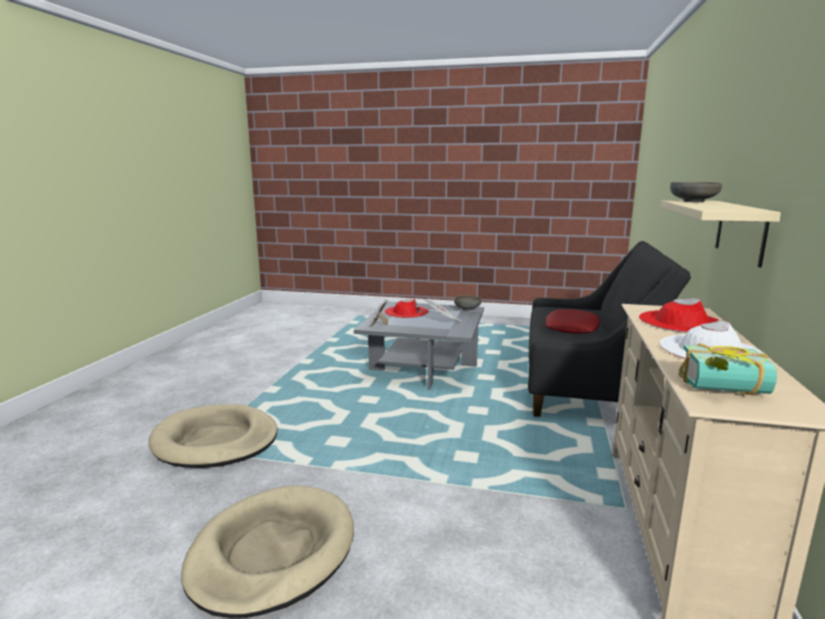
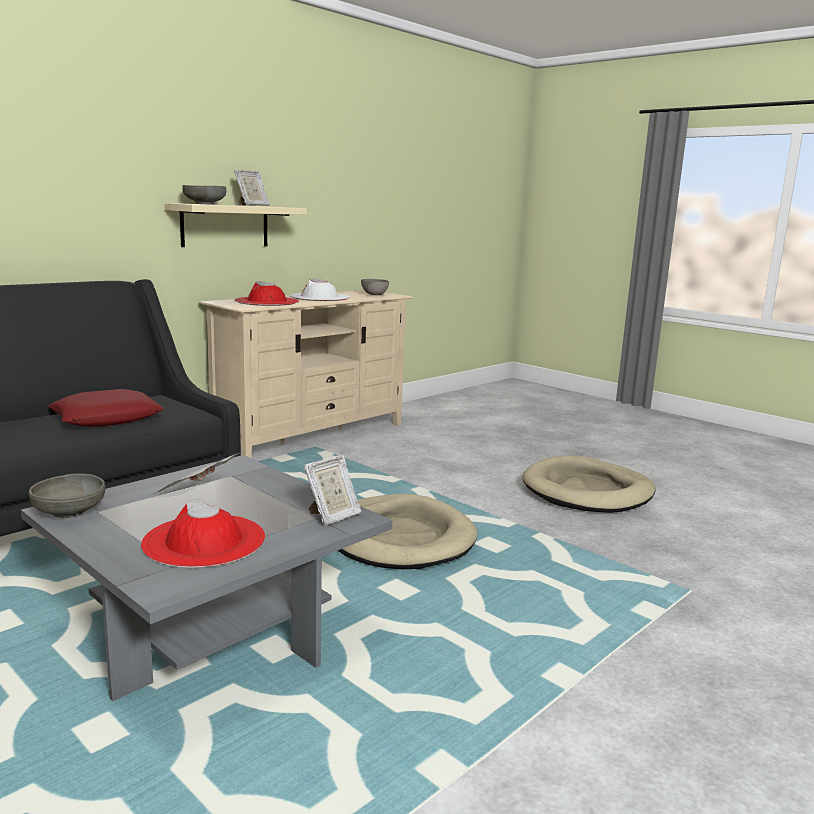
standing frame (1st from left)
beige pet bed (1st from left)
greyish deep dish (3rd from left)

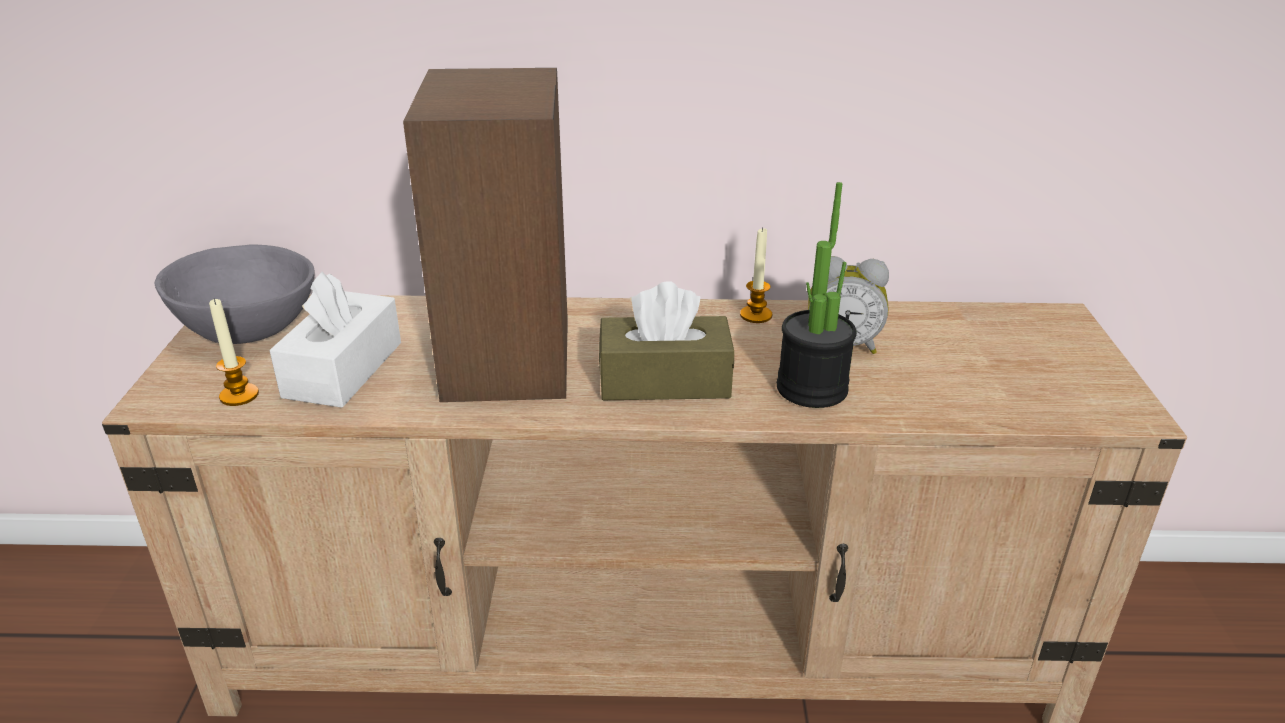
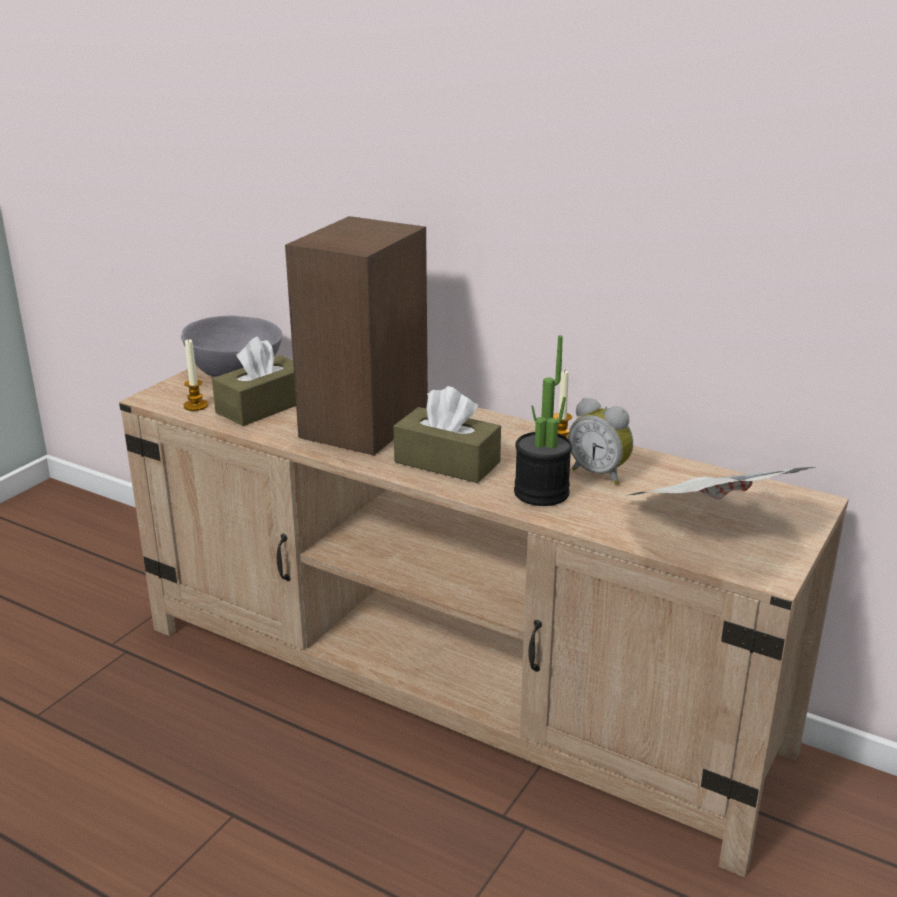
brown-coloured tissue holder (1st from left)
daily paper

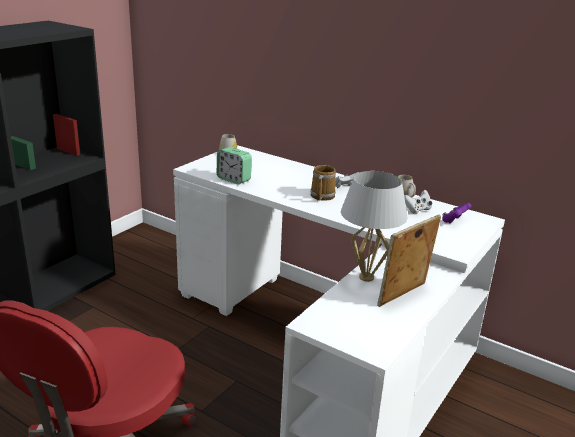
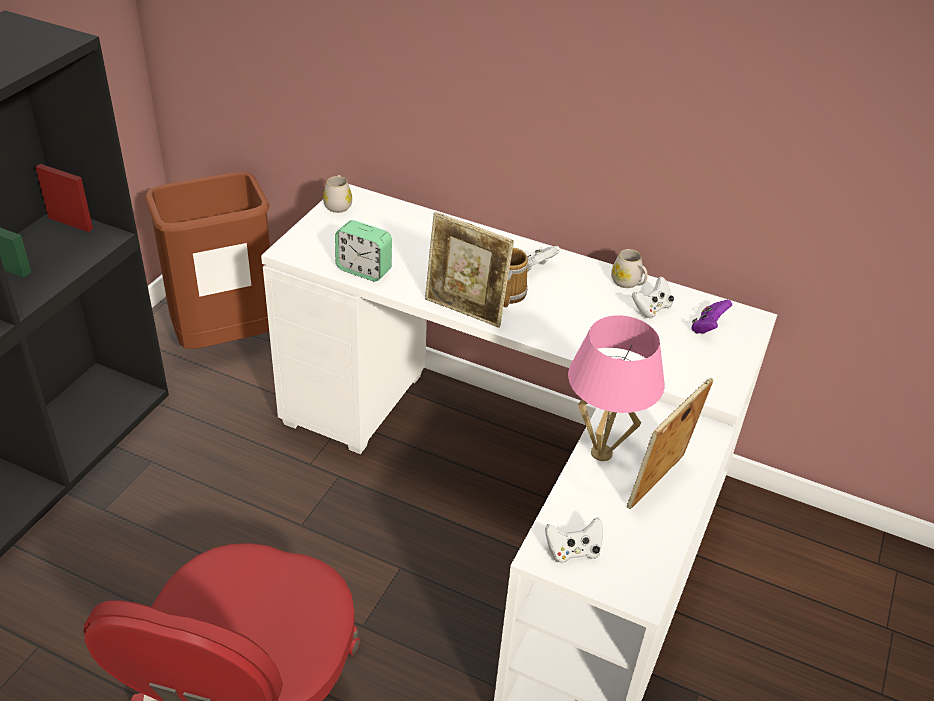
brown-coloured trash can
standing frame (1st from left)
white-coloured joypad (2nd from left)
pink-coloured tabletop lamp

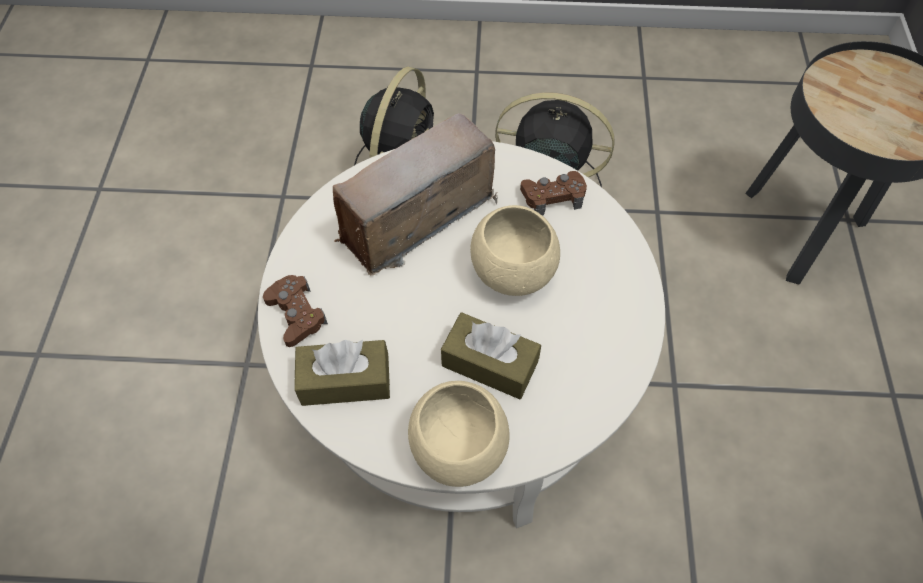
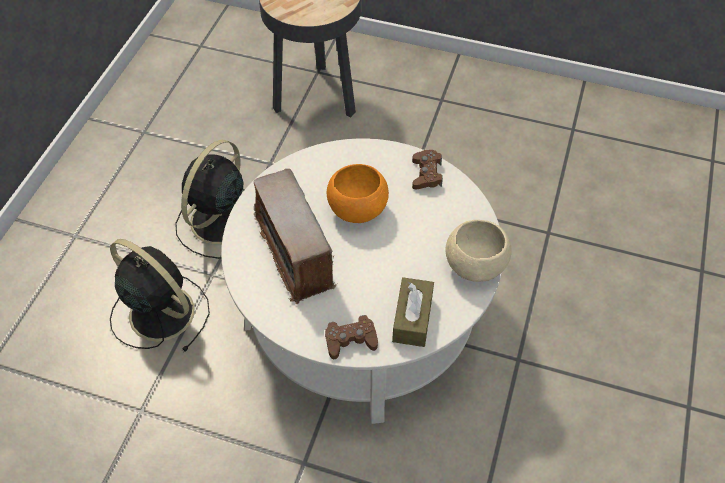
orange-coloured deep dish
brown-coloured joypad (2nd from left)
brown-coloured tissue holder (2nd from left in the first image)

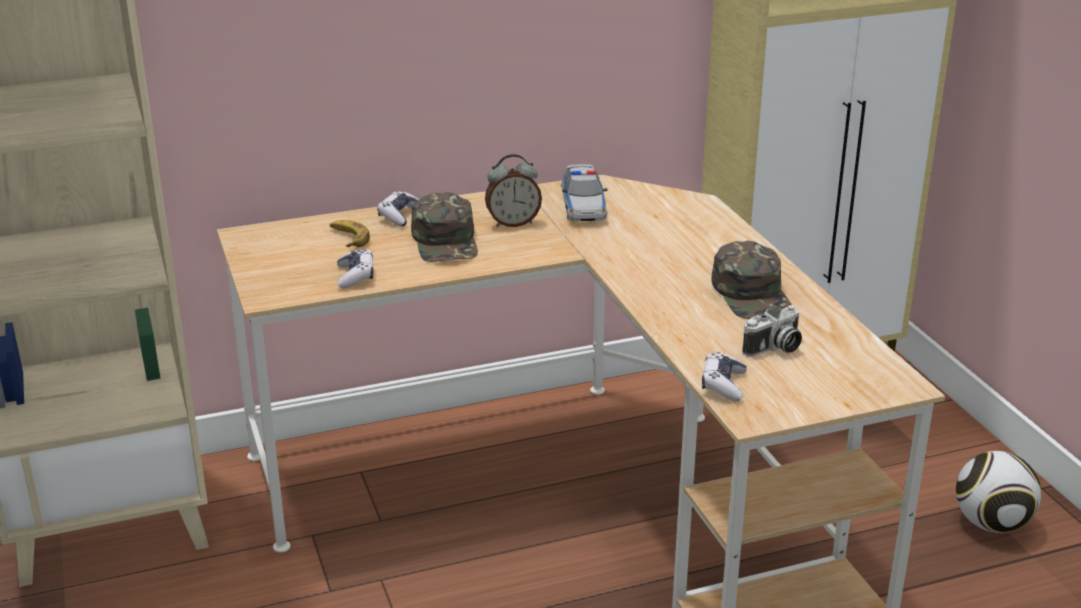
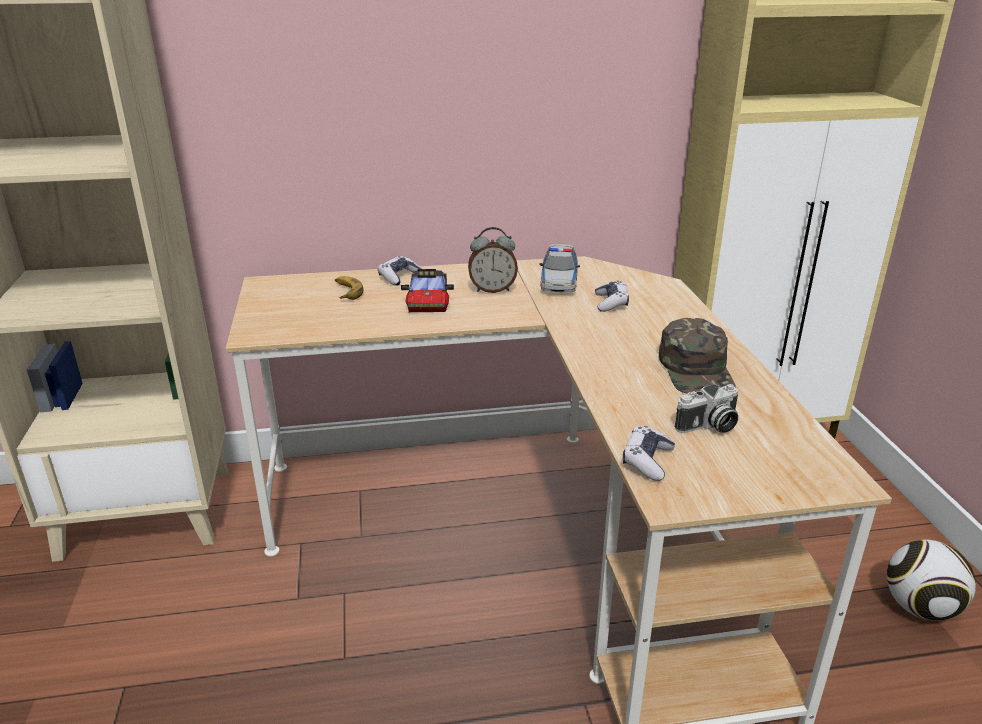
model car (1st from left)
joypad (2nd from left)

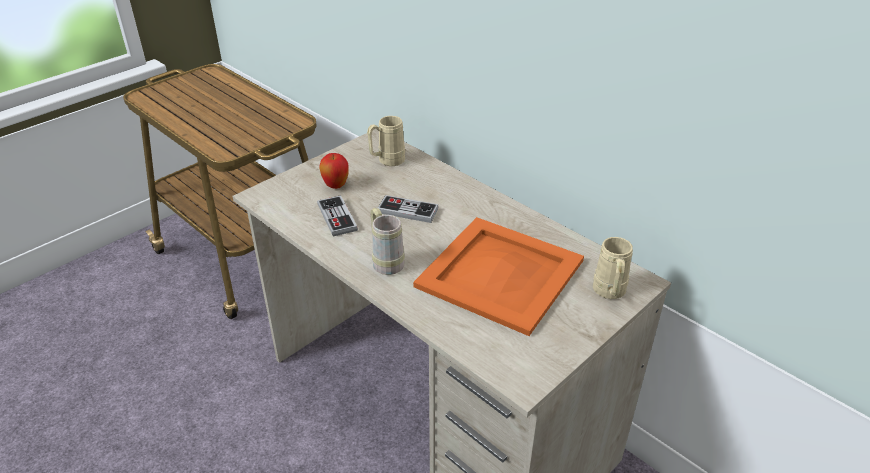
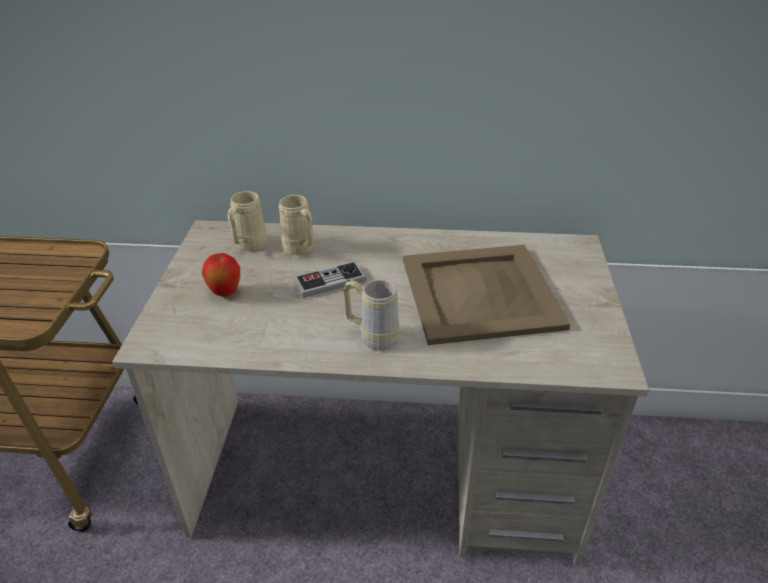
beige mug (2nd from left)
beige serving tray
joypad (1st from left in the first image)

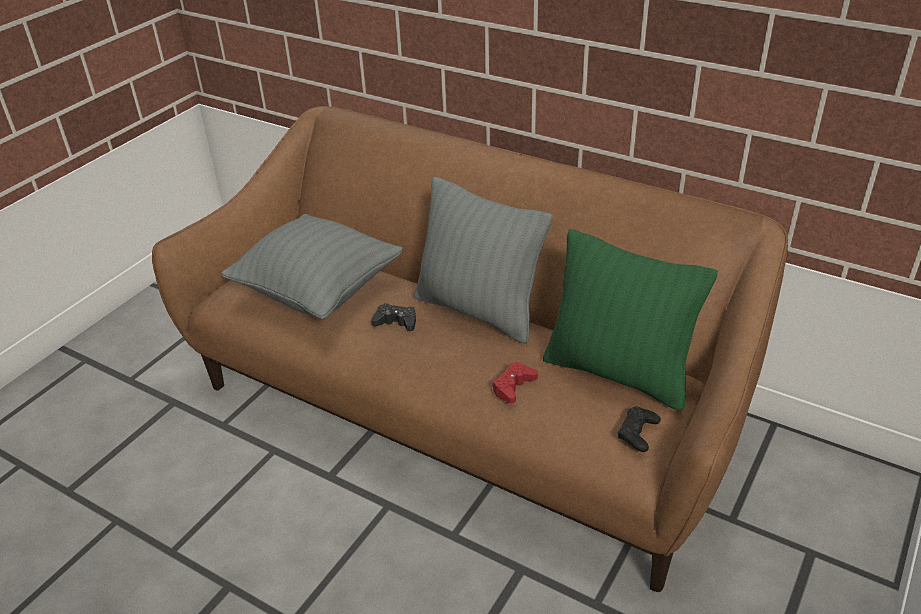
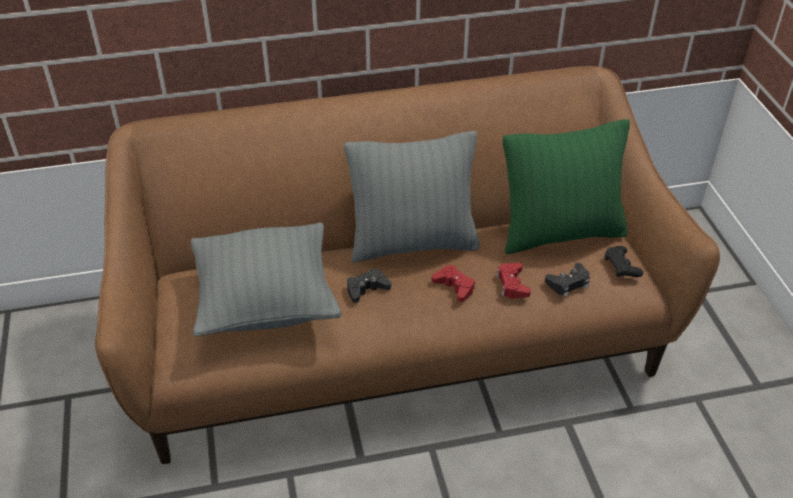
red-coloured joypad (1st from left)
black joypad (2nd from left)

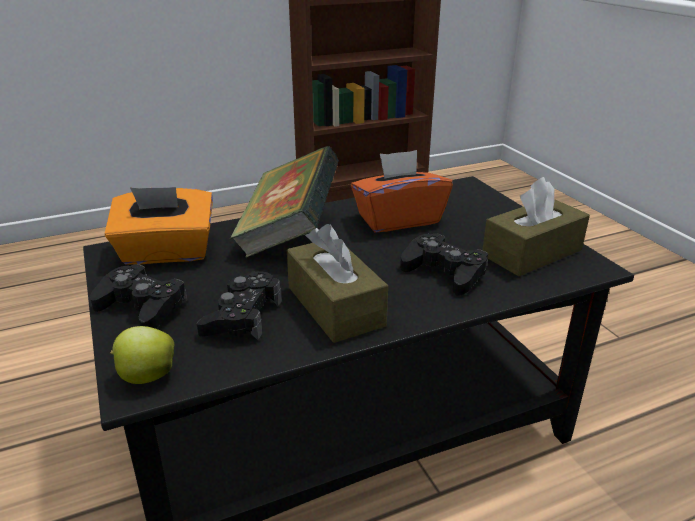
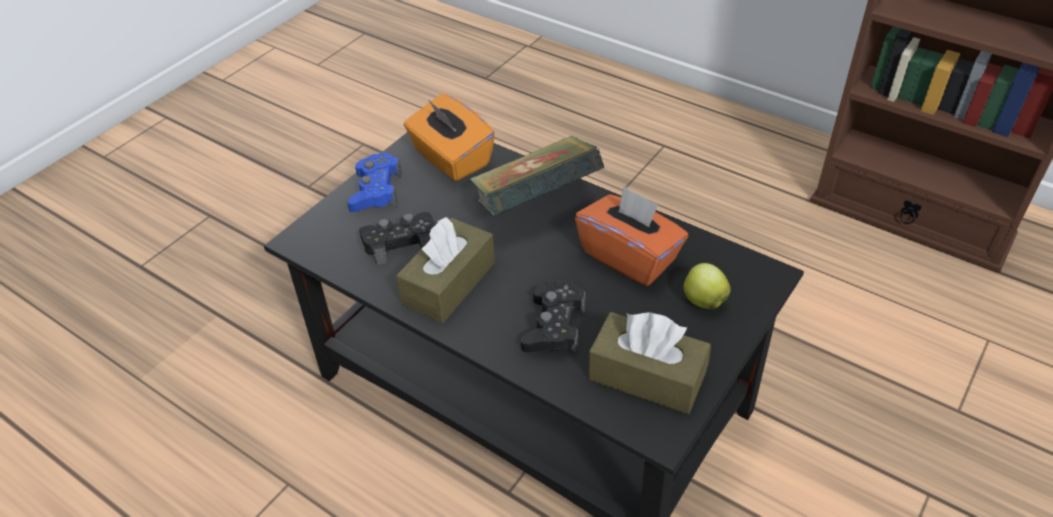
blue joypad
apple fruit

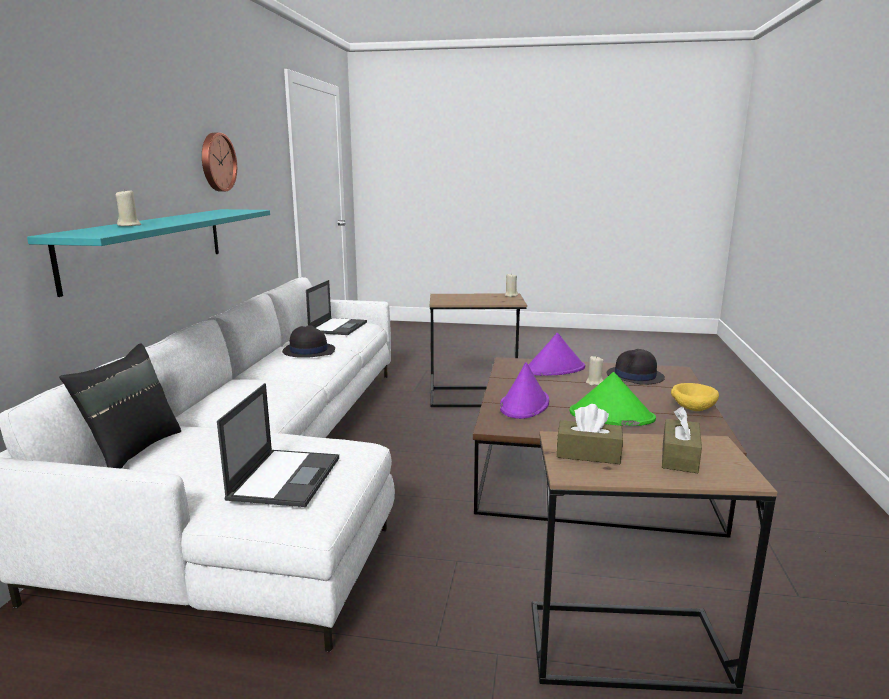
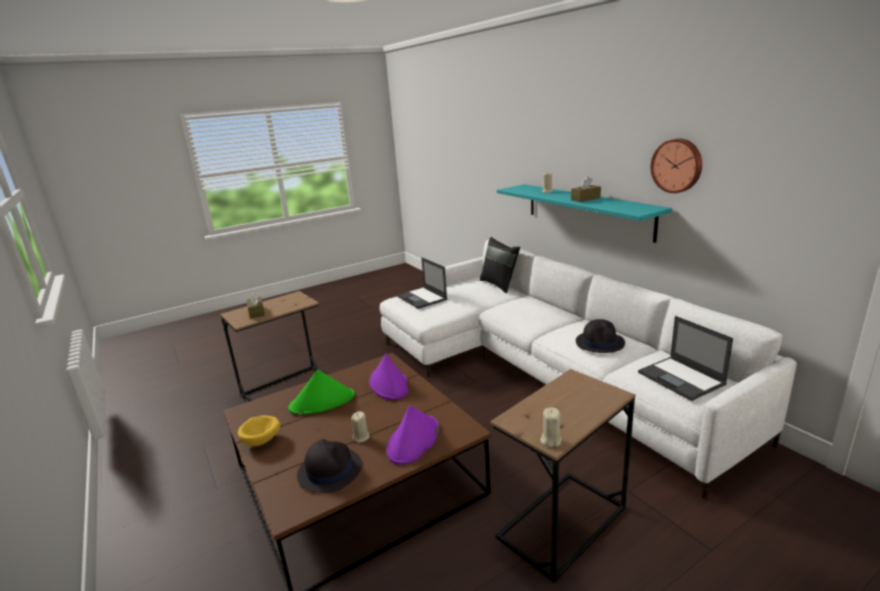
brown-coloured tissue holder (2nd from left)

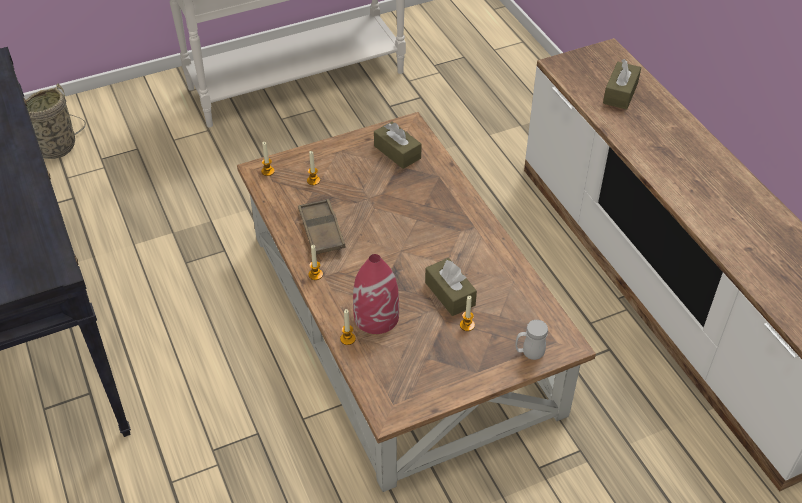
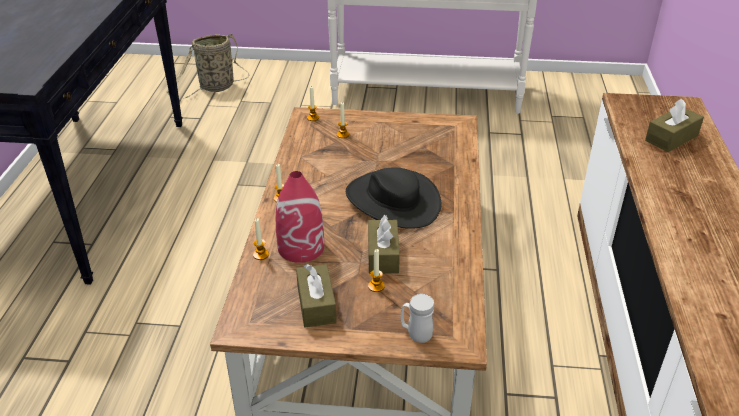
brown-coloured tissue holder (1st from left)
black clothing hat
brown-coloured serving tray

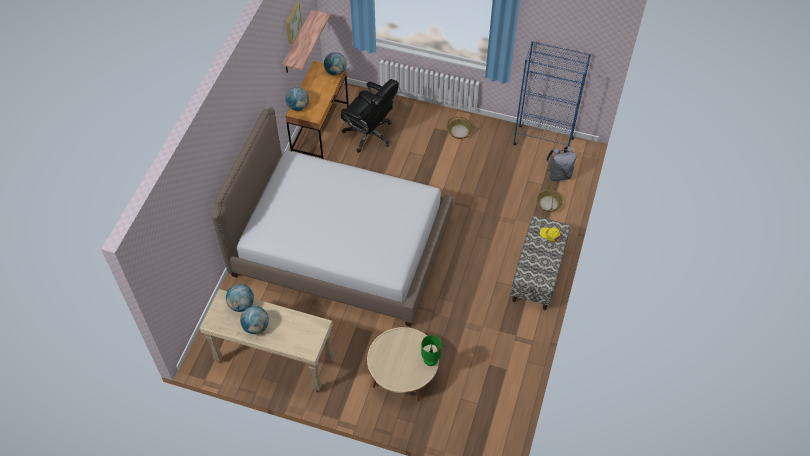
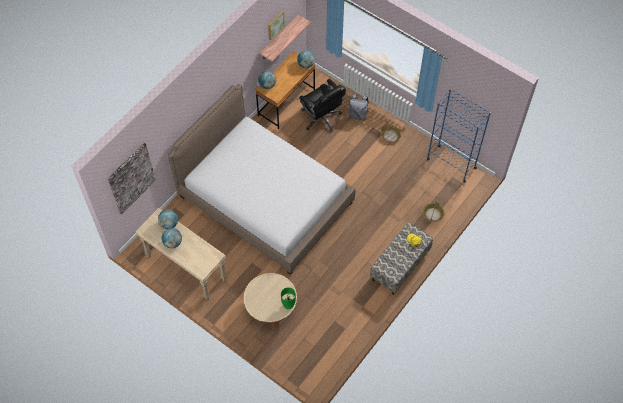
picture (1st from left)
greyish backpack

